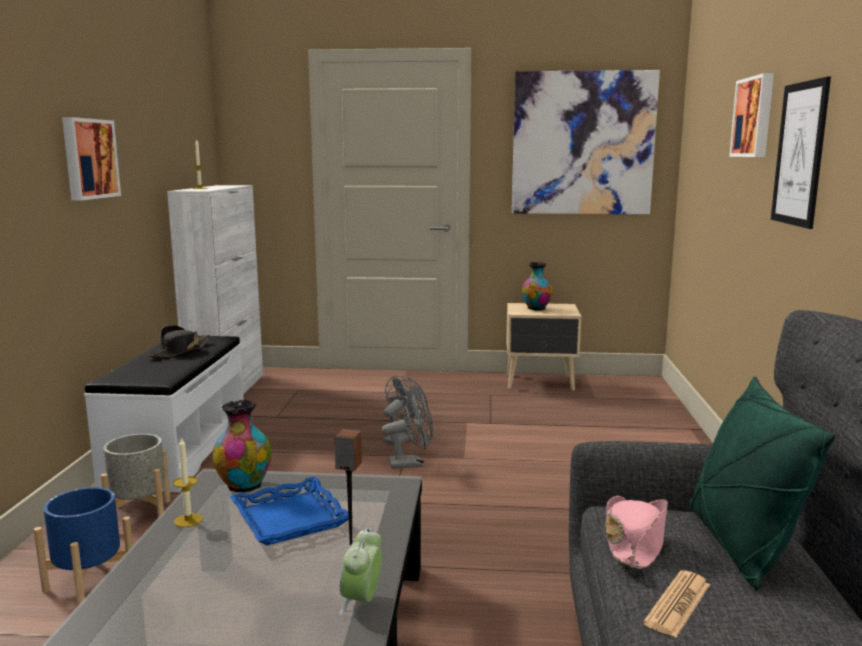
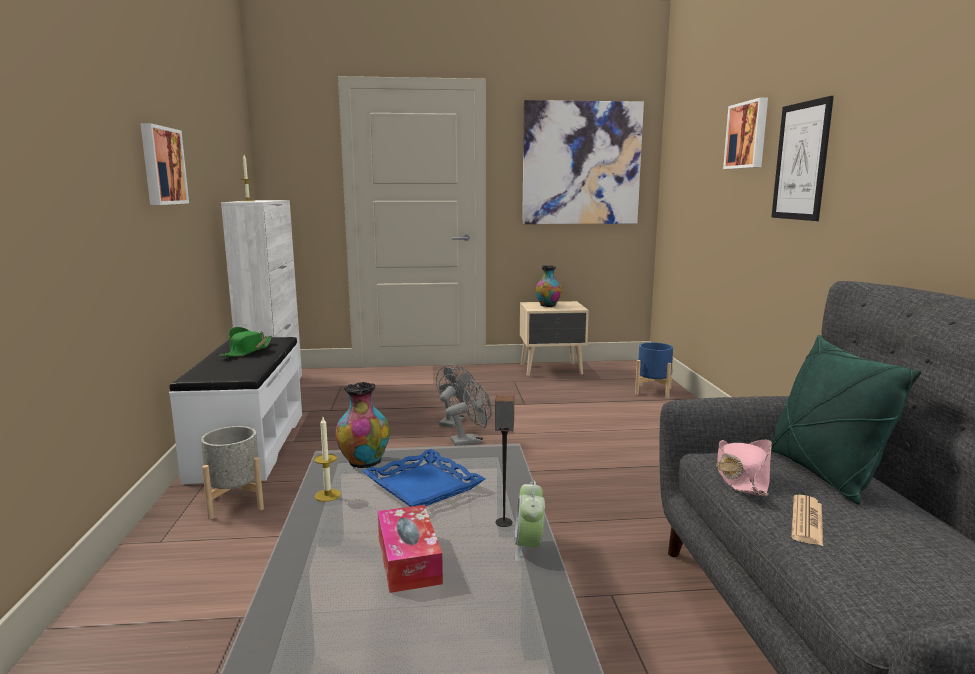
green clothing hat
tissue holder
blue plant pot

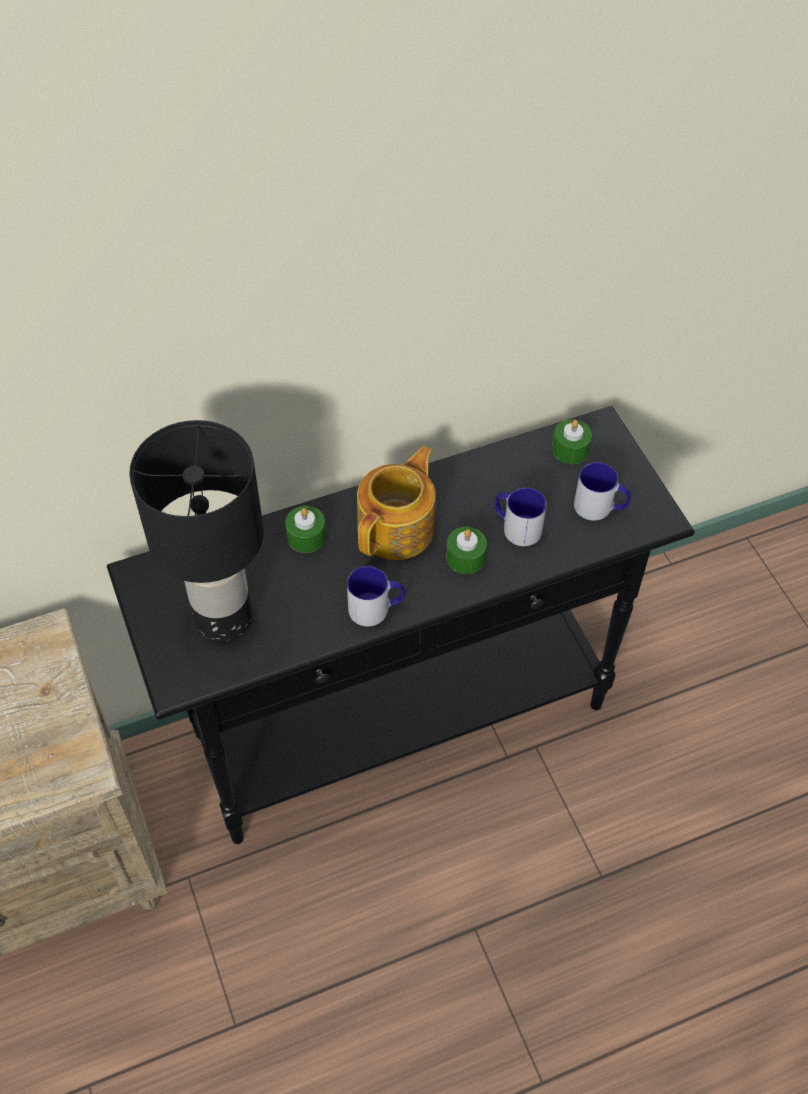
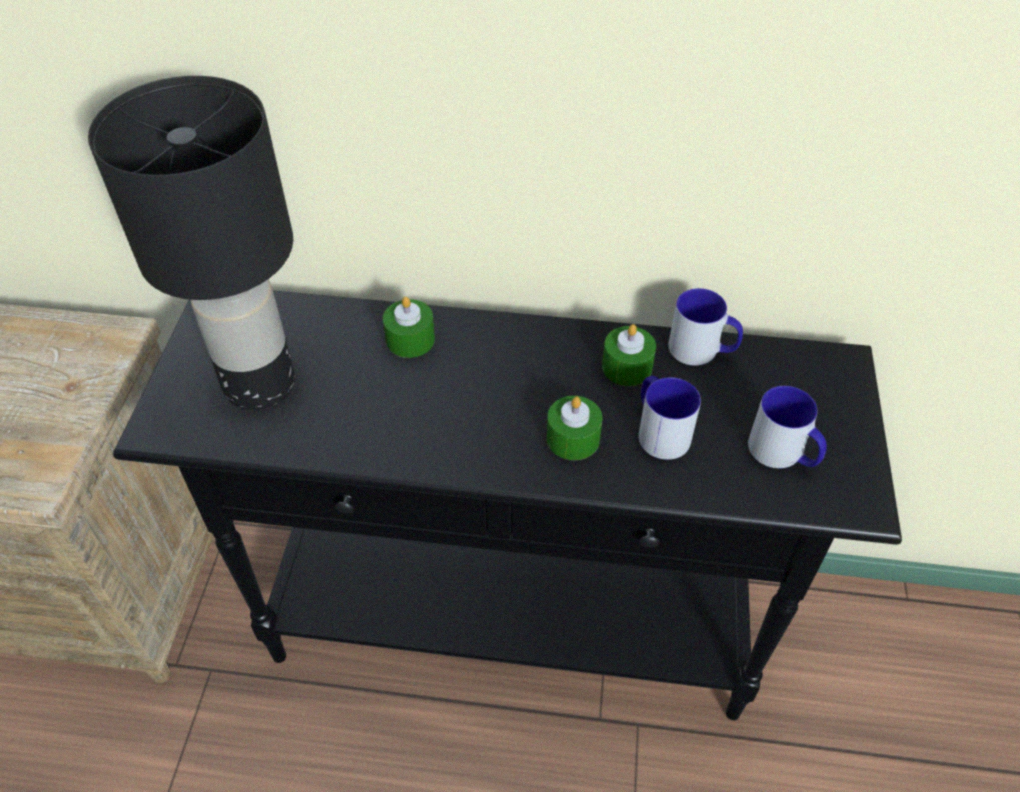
green wax candle (3rd from left)
mug (2nd from left)
tea pot

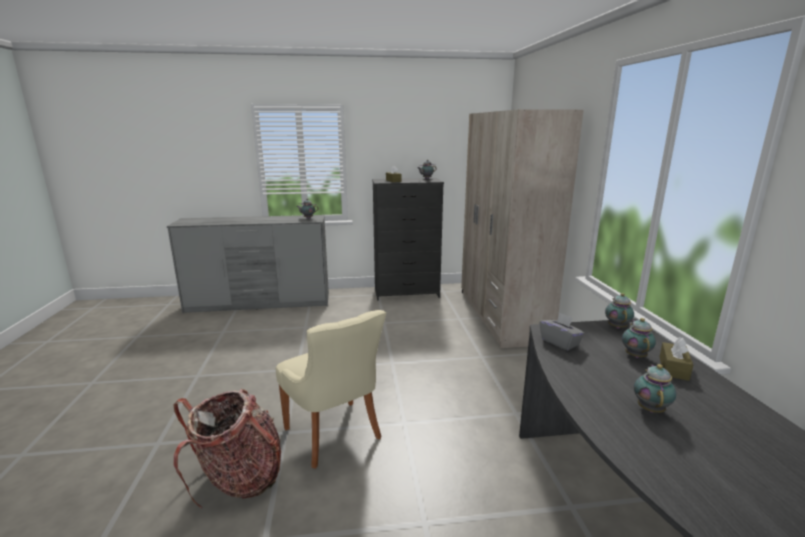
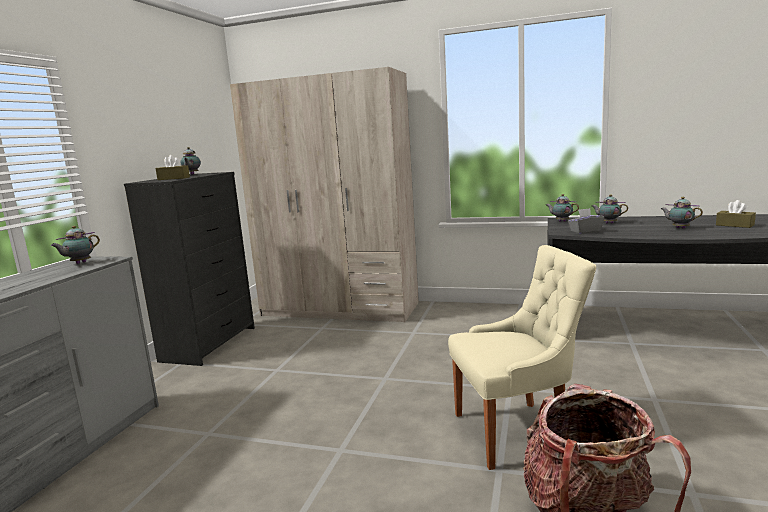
brown-coloured tissue holder (2nd from left)

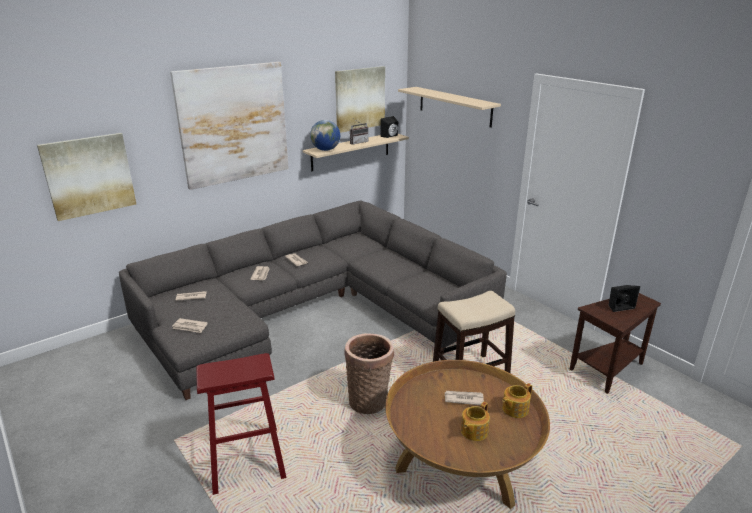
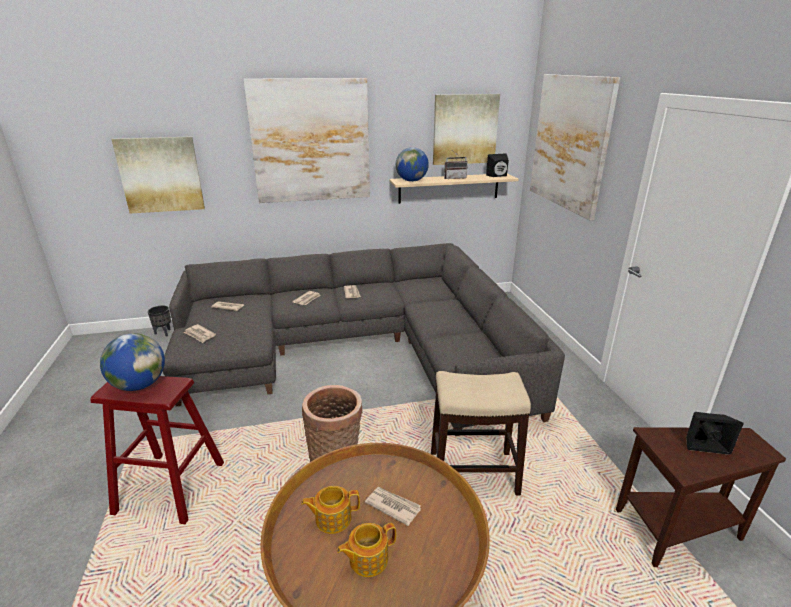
desk globe (1st from left)
black plant pot
tea pot (1st from left)
picture (4th from left)

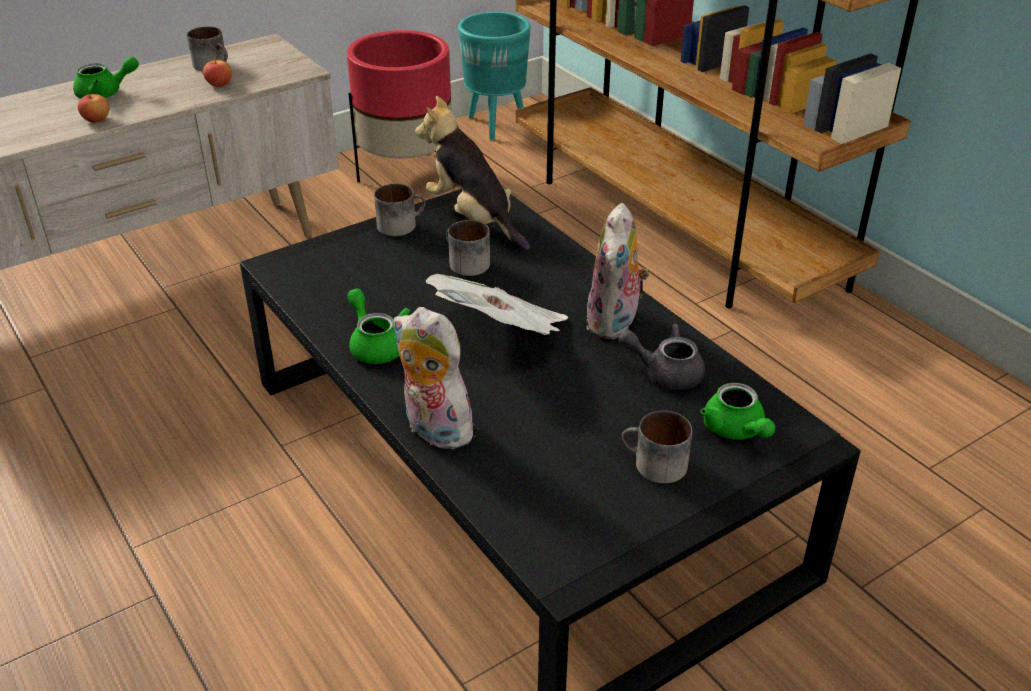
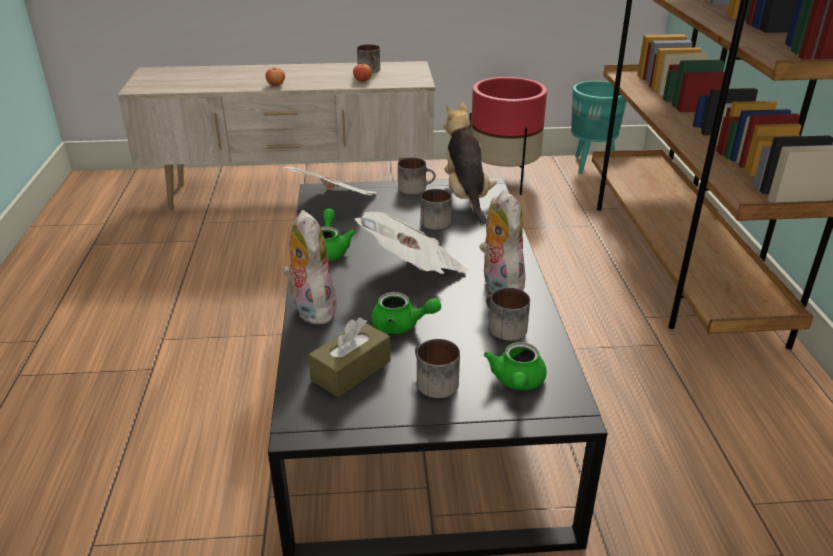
daily paper (1st from left)
brown-coloured tissue holder
green tea pot (2nd from left)
soft toy (3rd from left)
mug (5th from left)

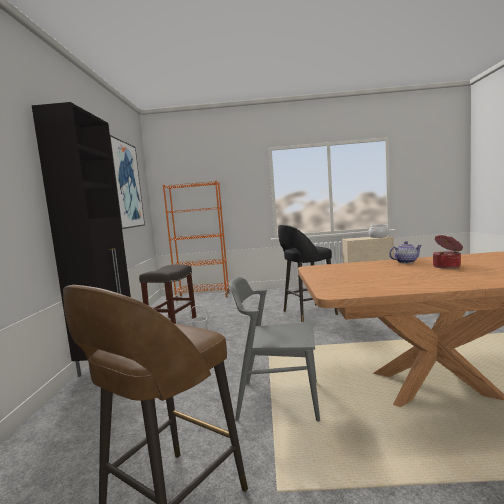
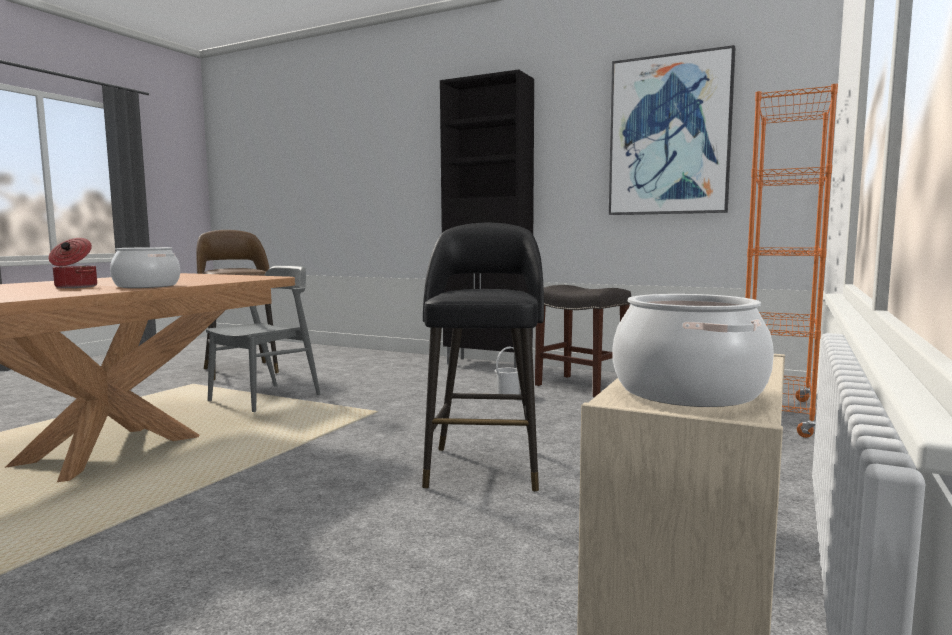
stockpot (2nd from left)

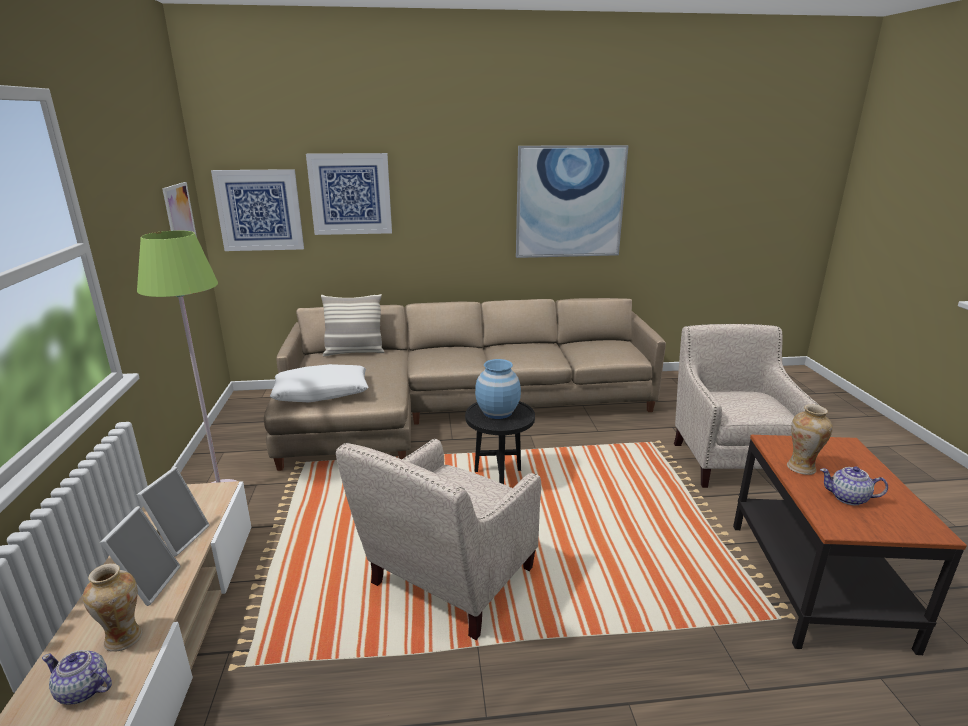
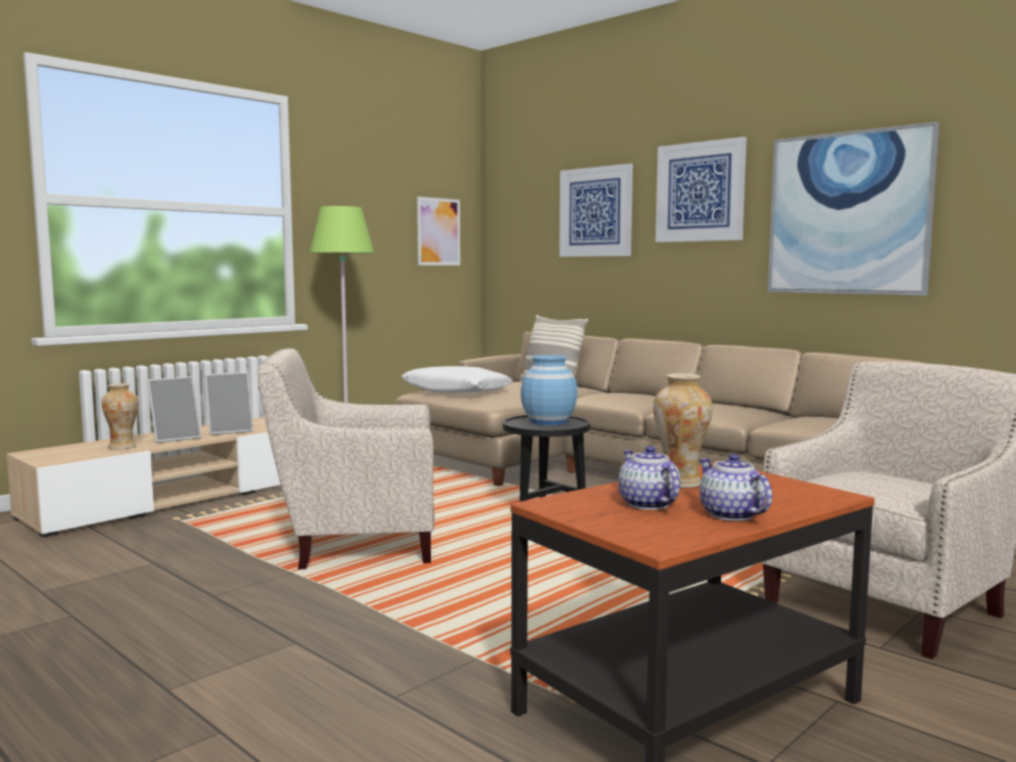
picture (3rd from left)
tea pot (2nd from left)

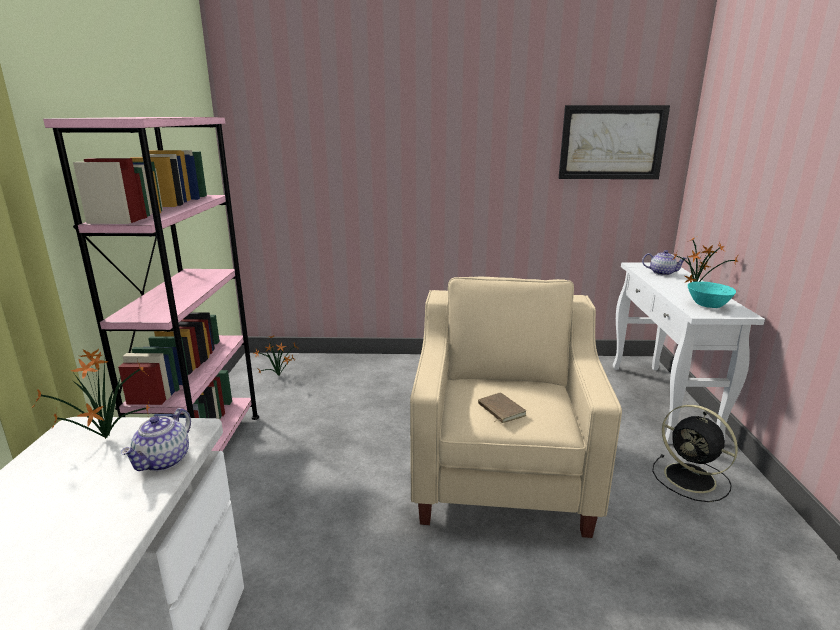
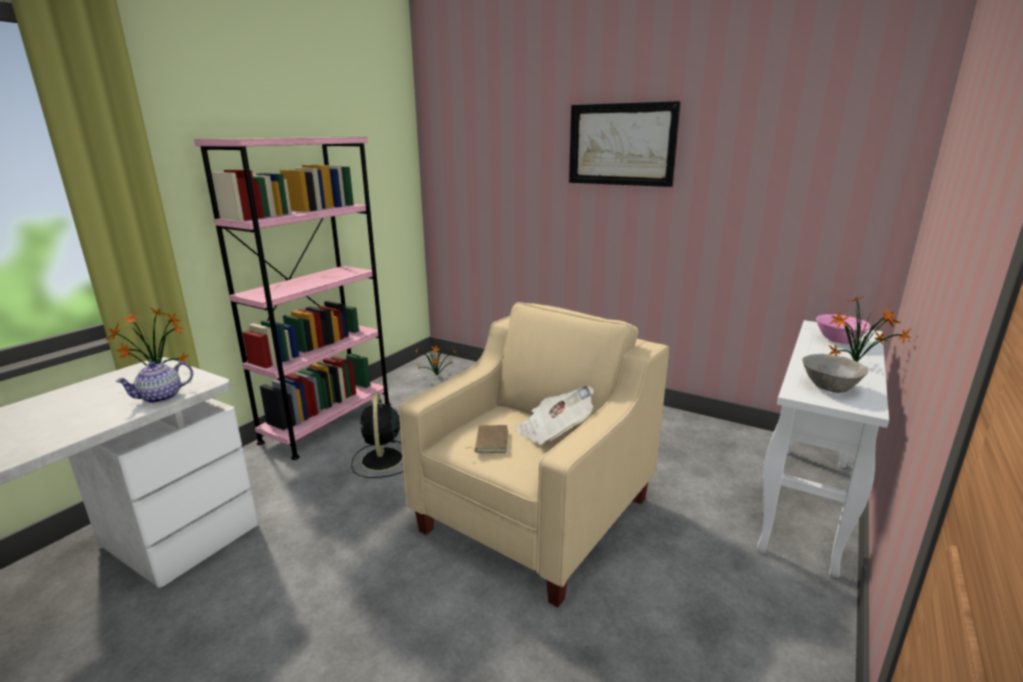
black fan
daily paper
picture
greyish deep dish
pink-coloured deep dish

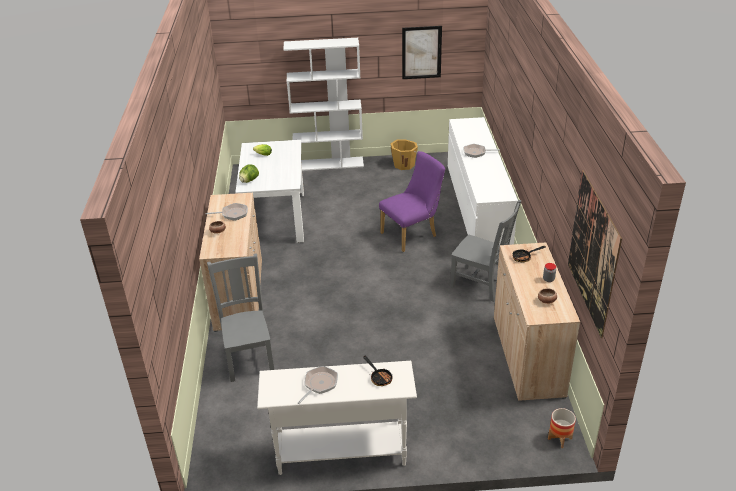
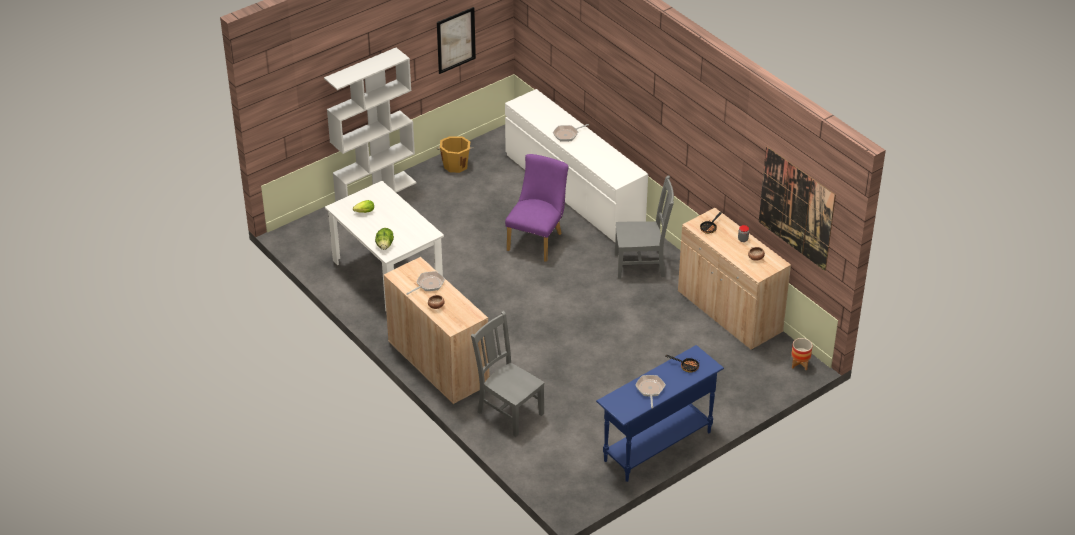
blue narrow table

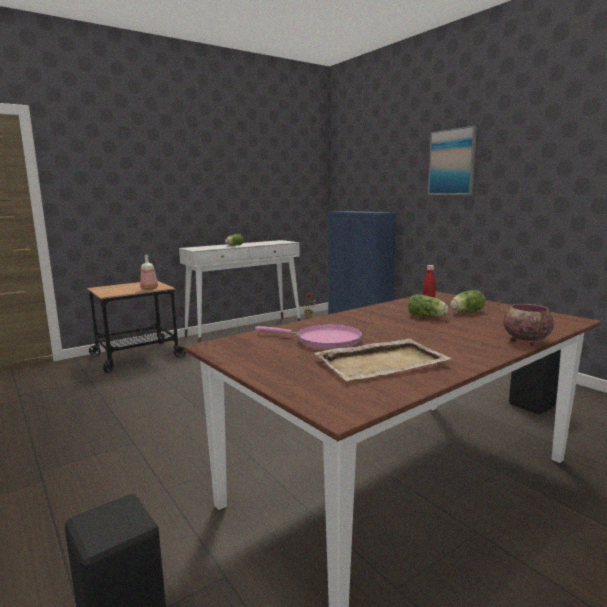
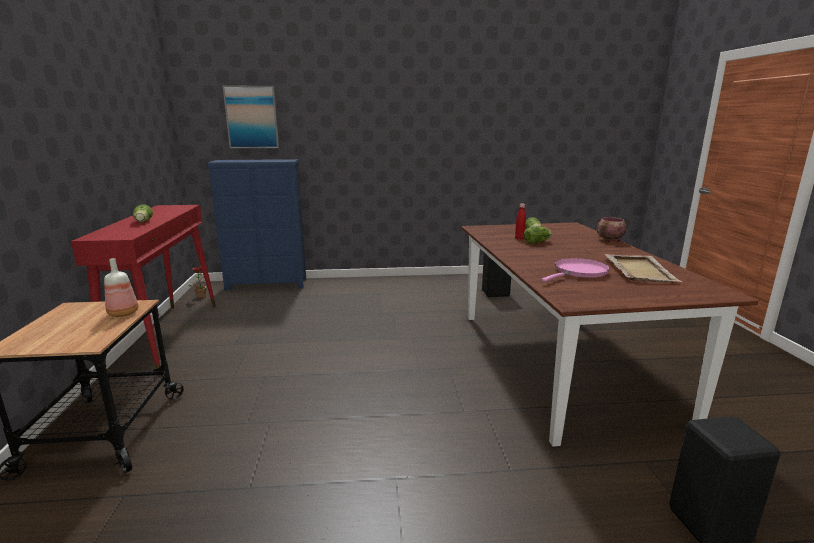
red-coloured narrow table
picture

